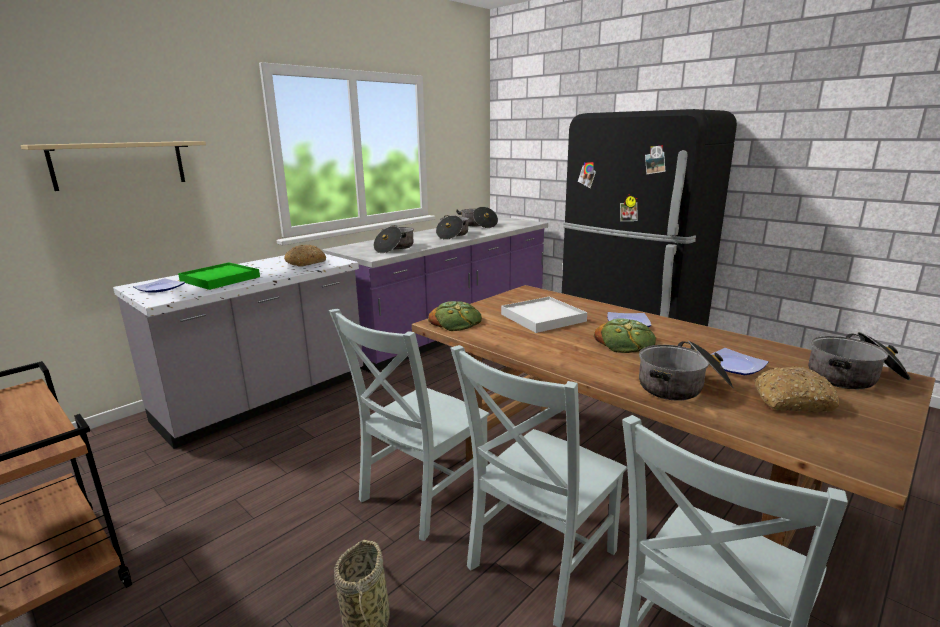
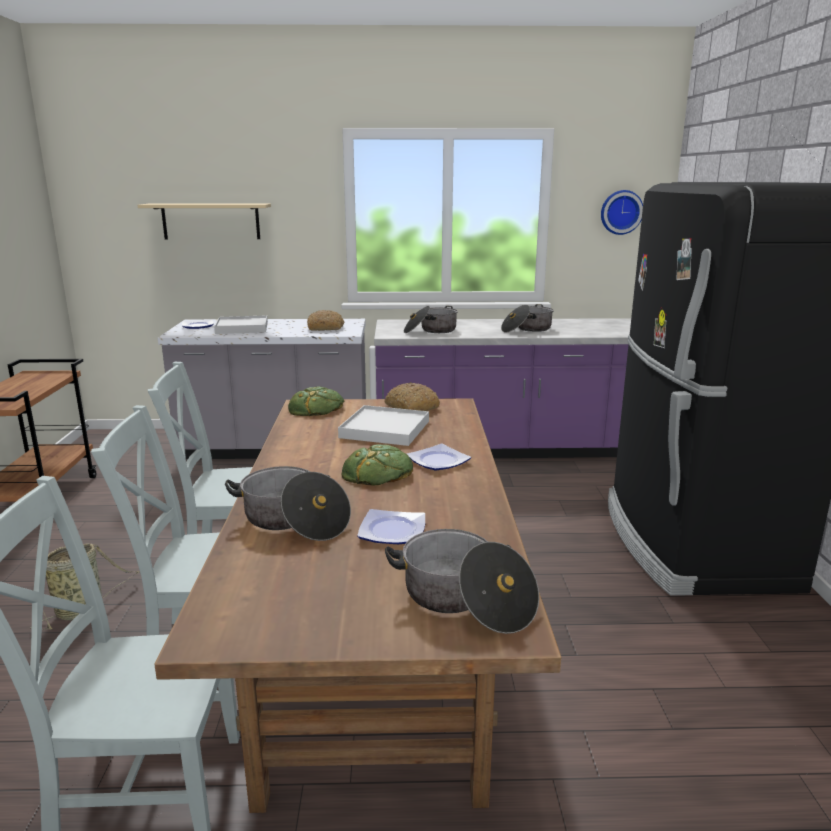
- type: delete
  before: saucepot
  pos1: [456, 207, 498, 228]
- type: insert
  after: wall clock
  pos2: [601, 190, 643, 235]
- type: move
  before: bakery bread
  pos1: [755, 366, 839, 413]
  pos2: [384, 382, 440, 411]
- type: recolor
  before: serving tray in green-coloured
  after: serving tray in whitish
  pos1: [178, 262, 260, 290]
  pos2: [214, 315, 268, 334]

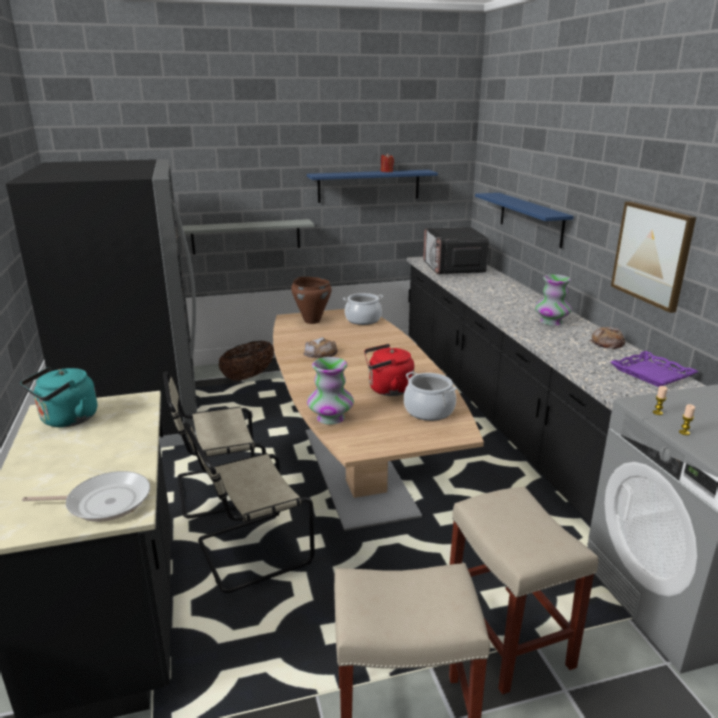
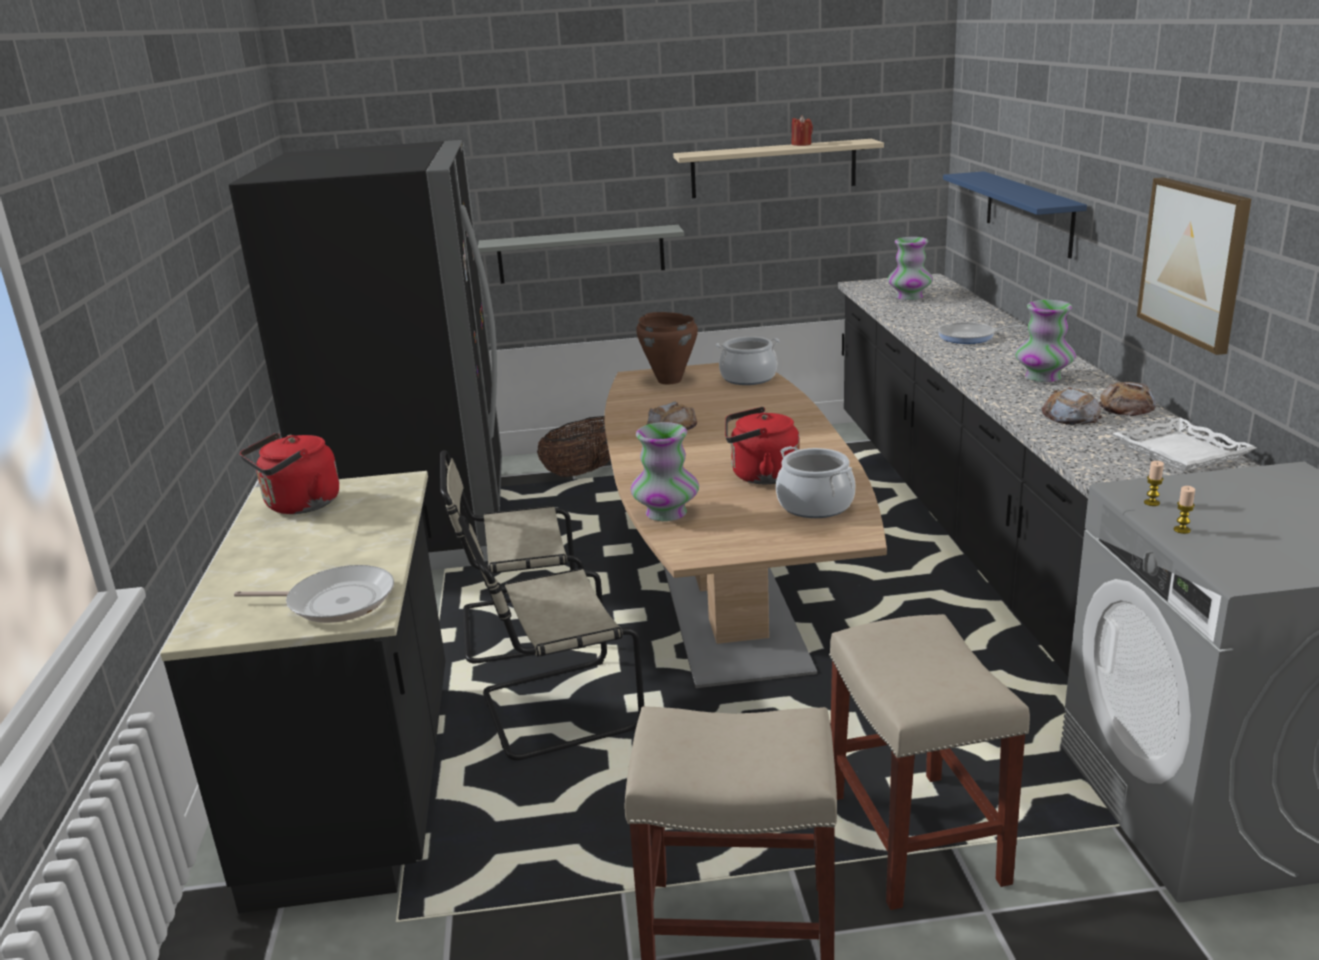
- type: insert
  after: frying pan
  pos2: [938, 322, 1024, 344]
- type: insert
  after: bakery bread
  pos2: [1042, 387, 1102, 425]
- type: replace
  before: kitchen microwave
  after: flower vase
  pos1: [423, 227, 489, 274]
  pos2: [887, 237, 933, 300]
- type: recolor
  before: water kettle in blue-green
  after: water kettle in red
  pos1: [21, 367, 97, 427]
  pos2: [240, 432, 339, 514]
- type: recolor
  before: bracket shelf in blue-coloured
  after: bracket shelf in beige-coloured
  pos1: [307, 170, 438, 203]
  pos2: [673, 139, 884, 198]
- type: recolor
  before: serving tray in purple-coloured
  after: serving tray in whitish
  pos1: [610, 351, 698, 387]
  pos2: [1113, 418, 1256, 472]

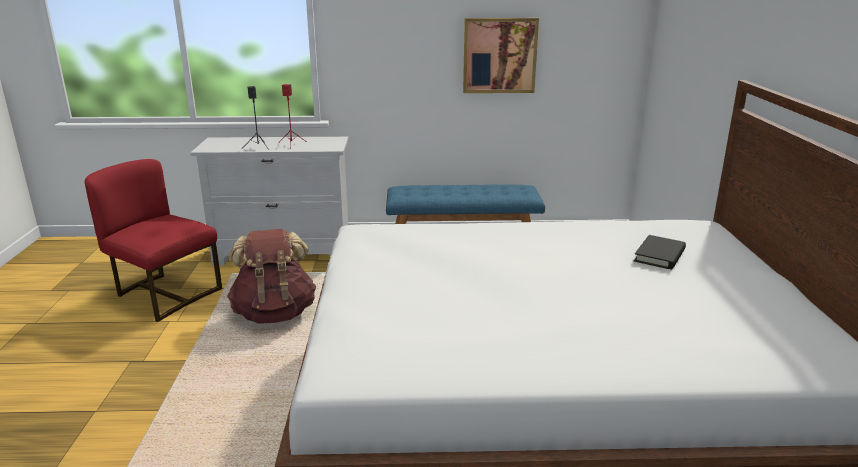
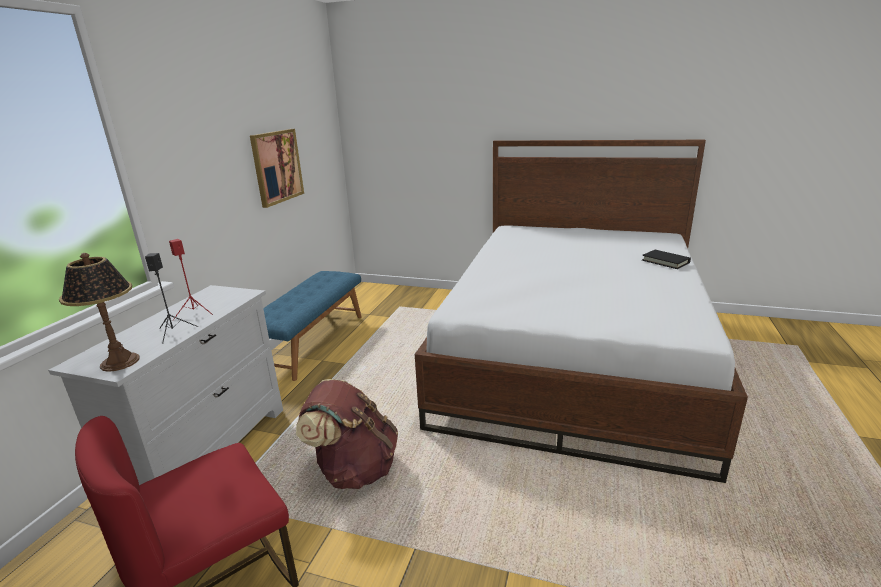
- type: insert
  after: lamp for a table
  pos2: [59, 253, 140, 372]
- type: move
  before: bound book in black-coloured
  pos1: [634, 235, 686, 270]
  pos2: [642, 250, 691, 269]

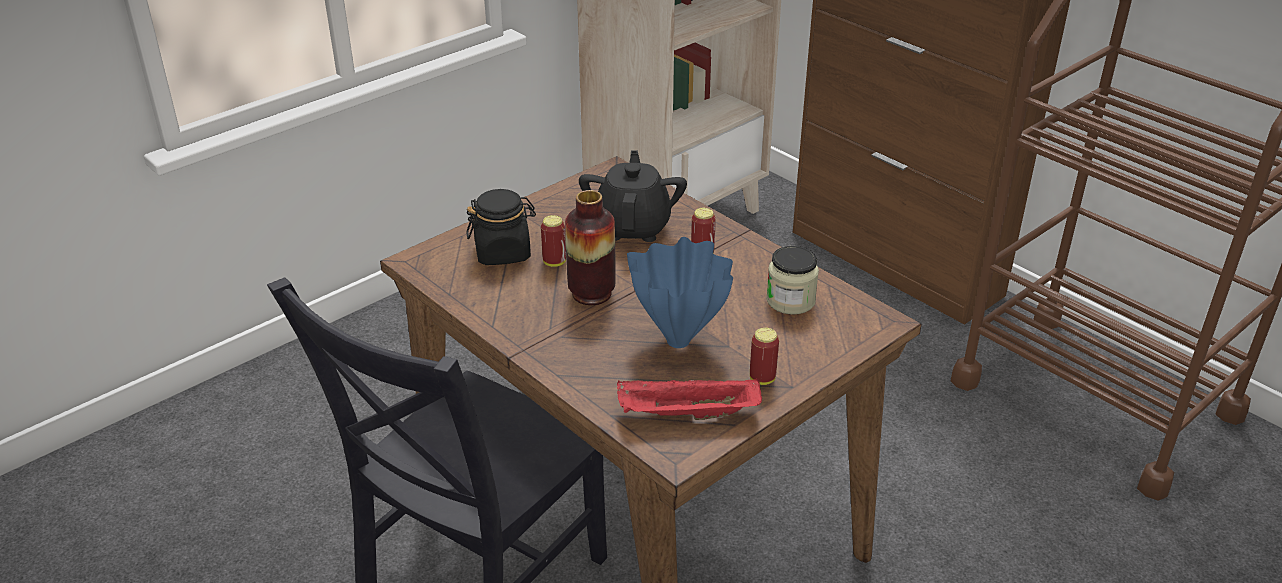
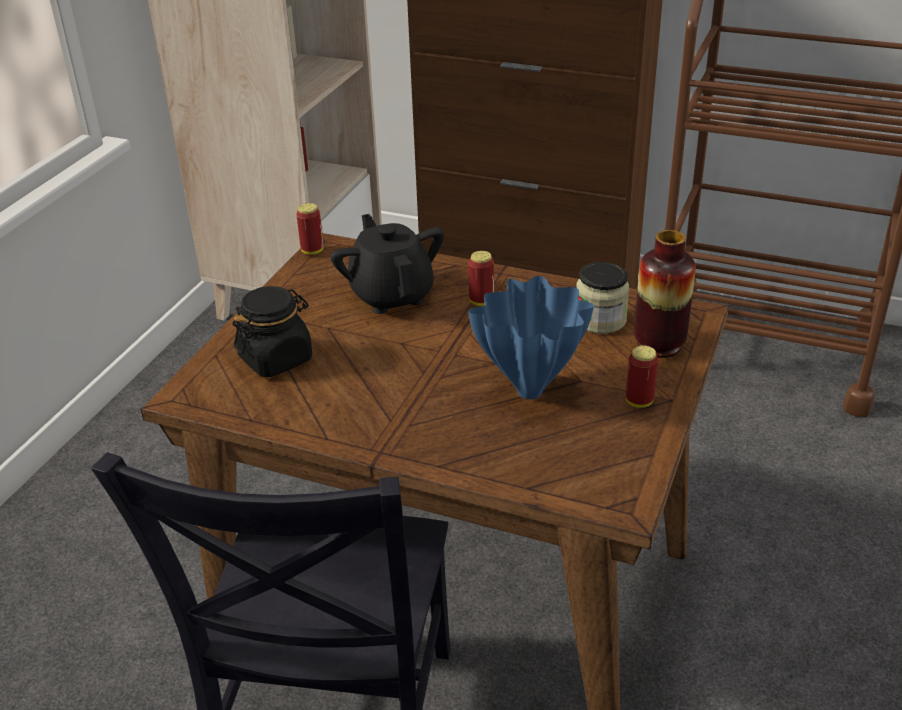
- type: delete
  before: serving tray in red
  pos1: [617, 378, 762, 420]
- type: move
  before: sealed can
  pos1: [541, 215, 566, 267]
  pos2: [296, 203, 323, 255]
- type: move
  before: flower vase
  pos1: [565, 190, 616, 305]
  pos2: [634, 230, 696, 358]

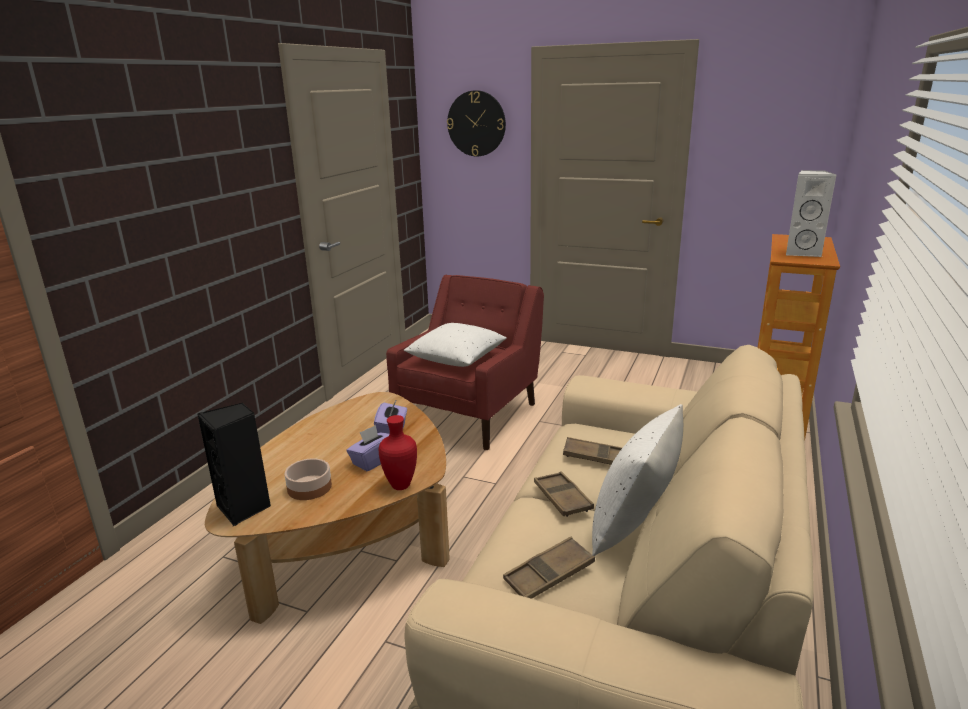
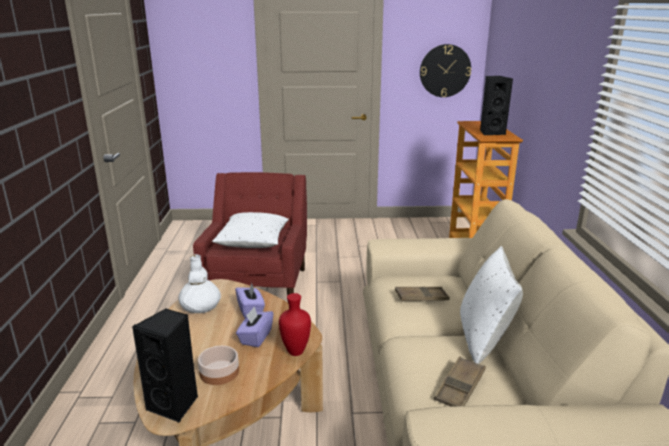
- type: delete
  before: serving tray in brown
  pos1: [534, 471, 594, 517]
- type: insert
  after: flower vase in whitish
  pos2: [178, 254, 221, 313]
- type: move
  before: wall clock
  pos1: [447, 90, 506, 157]
  pos2: [420, 44, 471, 97]
- type: recolor
  before: loudspeaker in whitish
  after: loudspeaker in black-coloured
  pos1: [786, 170, 836, 257]
  pos2: [480, 76, 513, 135]

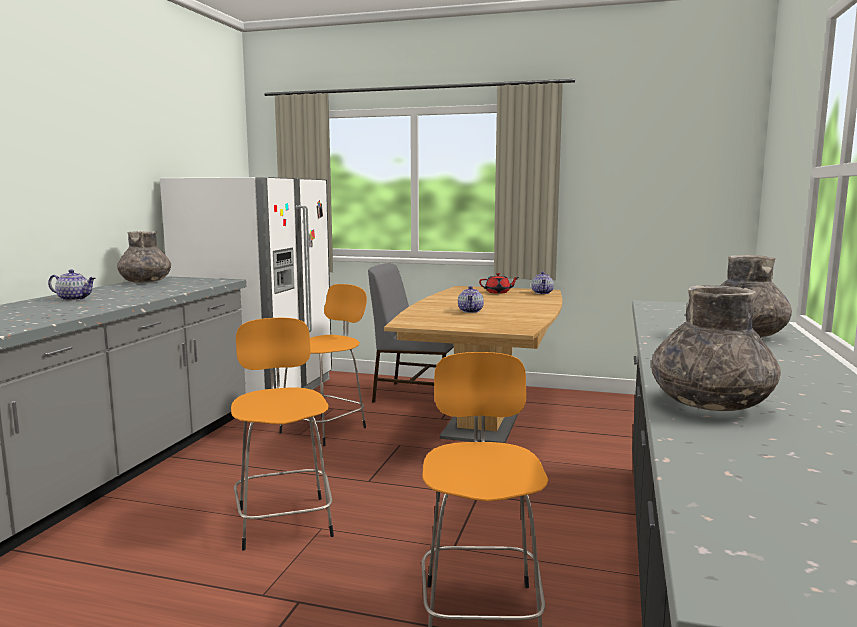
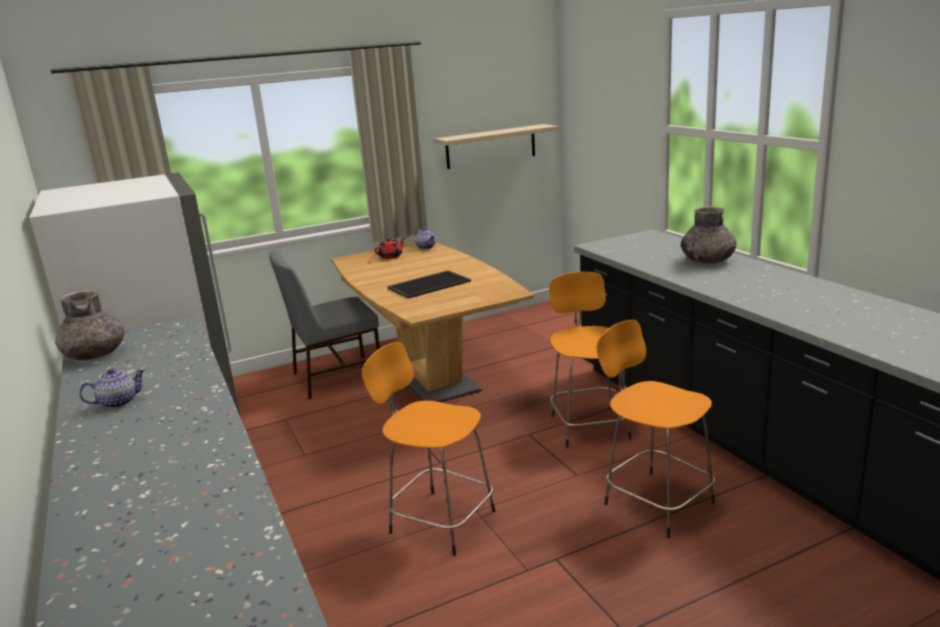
- type: delete
  before: flower vase in gray
  pos1: [651, 285, 781, 411]
- type: insert
  after: bracket shelf in beige-coloured
  pos2: [434, 124, 558, 169]
- type: move
  before: sitting stool in orange-coloured
  pos1: [279, 284, 367, 446]
  pos2: [549, 272, 631, 448]
- type: replace
  before: pot for tea
  after: serving tray
  pos1: [458, 286, 484, 313]
  pos2: [387, 270, 471, 299]

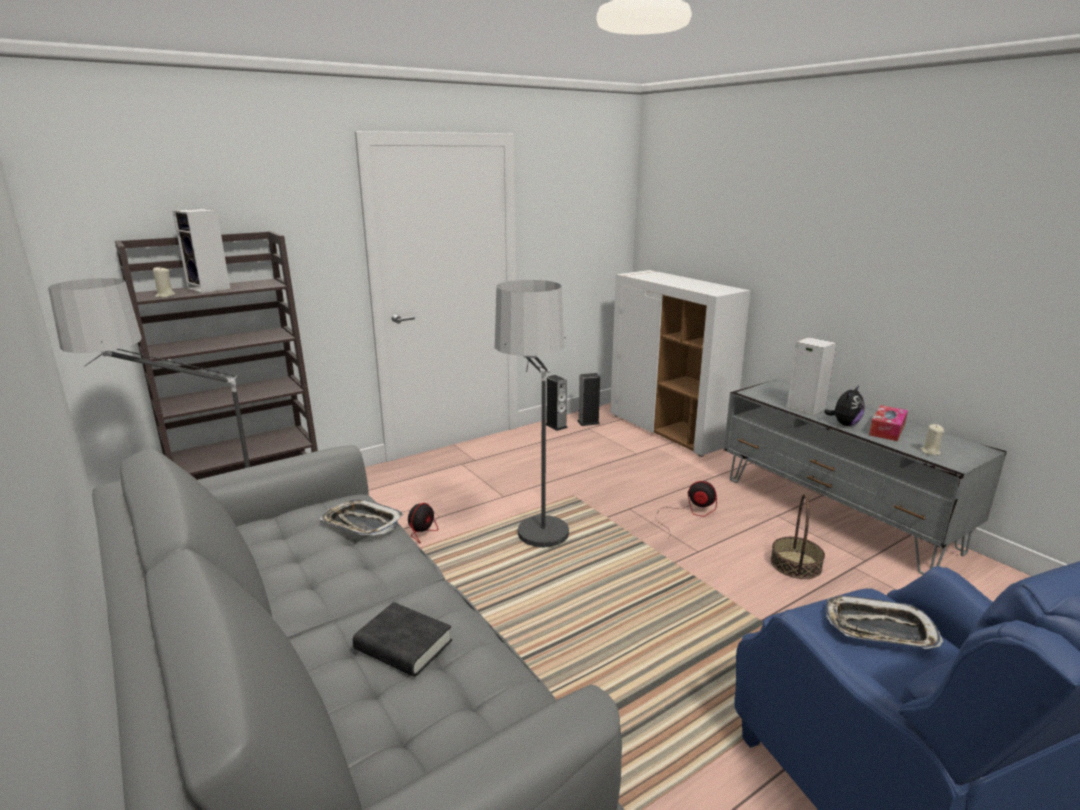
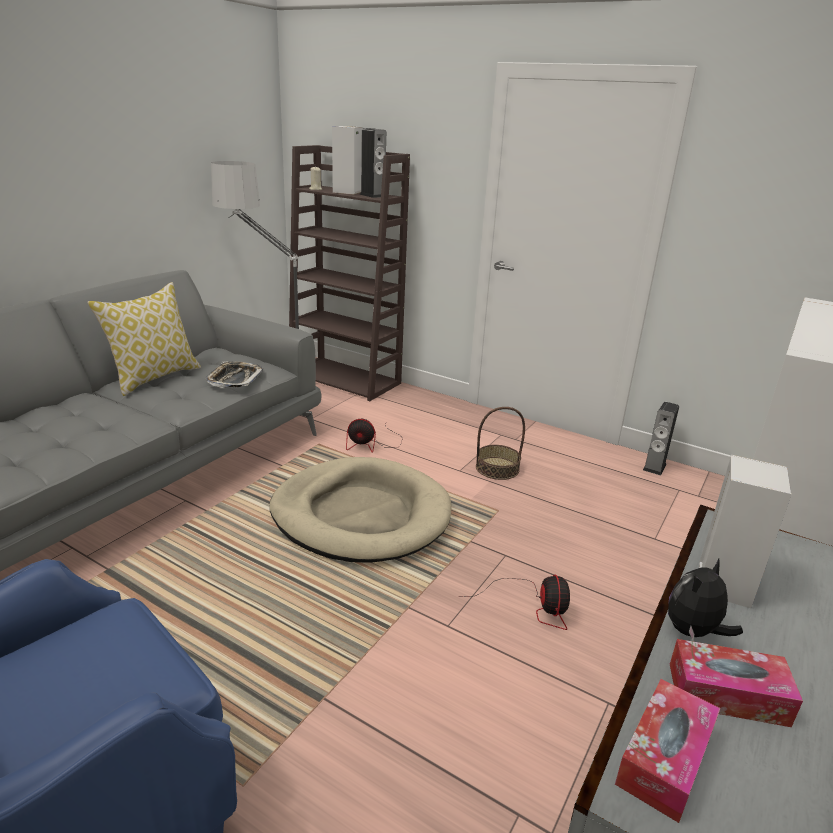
- type: delete
  before: bound book in black-coloured
  pos1: [353, 602, 452, 677]
- type: delete
  before: serving tray
  pos1: [826, 595, 943, 649]
- type: insert
  after: pillow
  pos2: [87, 282, 201, 396]
- type: move
  before: loudspeaker
  pos1: [577, 373, 600, 426]
  pos2: [359, 128, 386, 198]
- type: move
  before: basket
  pos1: [770, 494, 825, 579]
  pos2: [476, 407, 525, 480]
- type: replace
  before: standing lamp
  after: dog cushion in beige-coloured
  pos1: [495, 280, 569, 548]
  pos2: [270, 457, 452, 563]
- type: replace
  before: wax light in beige-coloured
  after: box of tissues
  pos1: [920, 424, 944, 456]
  pos2: [615, 679, 721, 823]
- type: rotate
  before: cuddly toy
  pos1: [824, 385, 865, 426]
  pos2: [668, 559, 743, 642]
  turn: 120

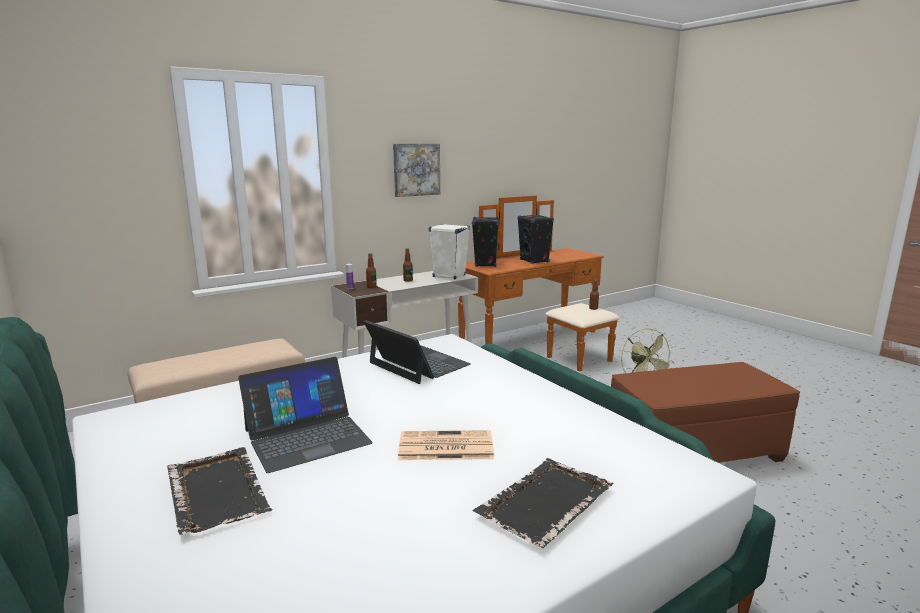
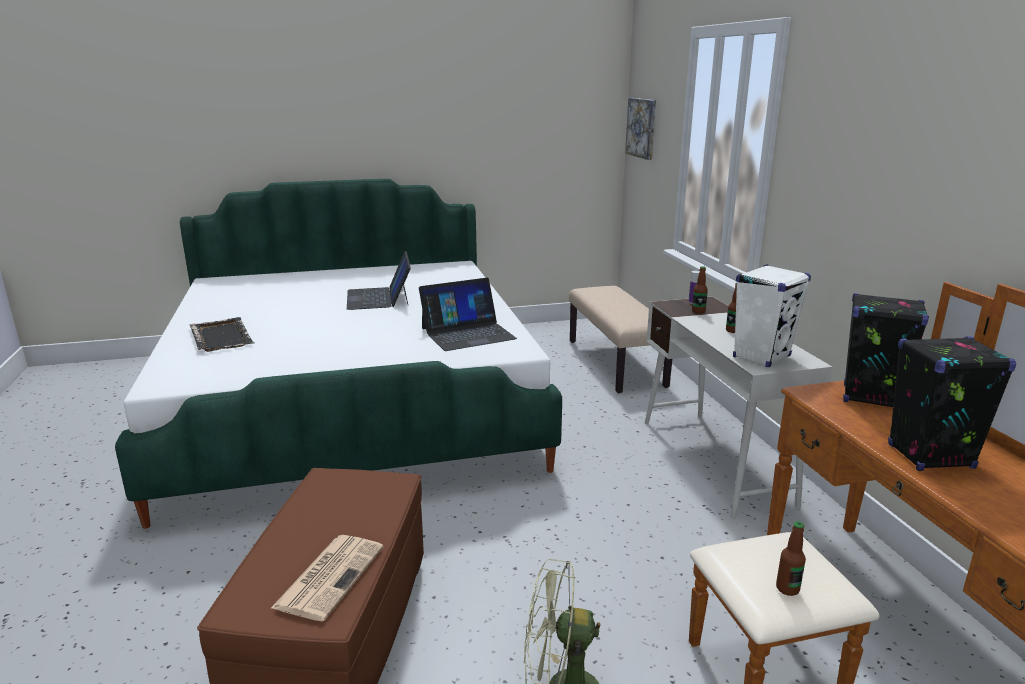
- type: delete
  before: serving tray in black-coloured
  pos1: [167, 447, 273, 535]
- type: move
  before: wall art
  pos1: [393, 144, 440, 197]
  pos2: [625, 98, 656, 160]
- type: move
  before: newspaper
  pos1: [398, 430, 494, 460]
  pos2: [271, 535, 384, 621]

